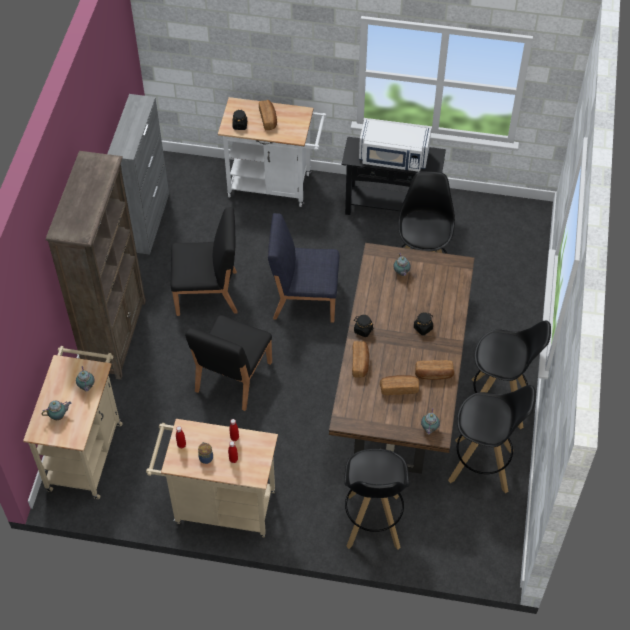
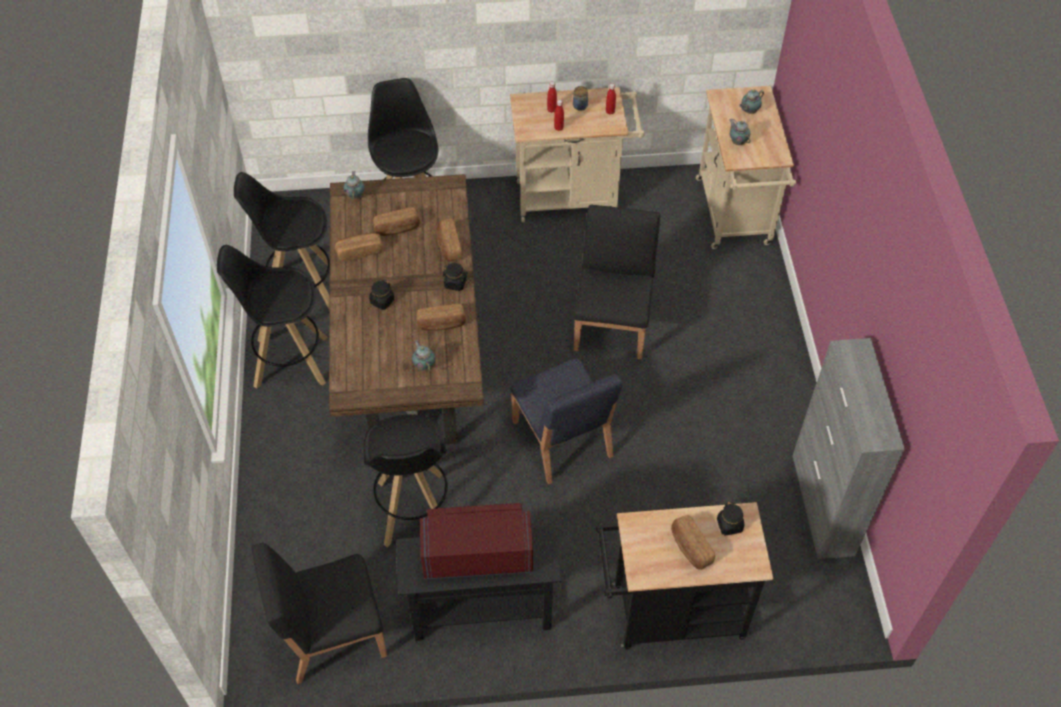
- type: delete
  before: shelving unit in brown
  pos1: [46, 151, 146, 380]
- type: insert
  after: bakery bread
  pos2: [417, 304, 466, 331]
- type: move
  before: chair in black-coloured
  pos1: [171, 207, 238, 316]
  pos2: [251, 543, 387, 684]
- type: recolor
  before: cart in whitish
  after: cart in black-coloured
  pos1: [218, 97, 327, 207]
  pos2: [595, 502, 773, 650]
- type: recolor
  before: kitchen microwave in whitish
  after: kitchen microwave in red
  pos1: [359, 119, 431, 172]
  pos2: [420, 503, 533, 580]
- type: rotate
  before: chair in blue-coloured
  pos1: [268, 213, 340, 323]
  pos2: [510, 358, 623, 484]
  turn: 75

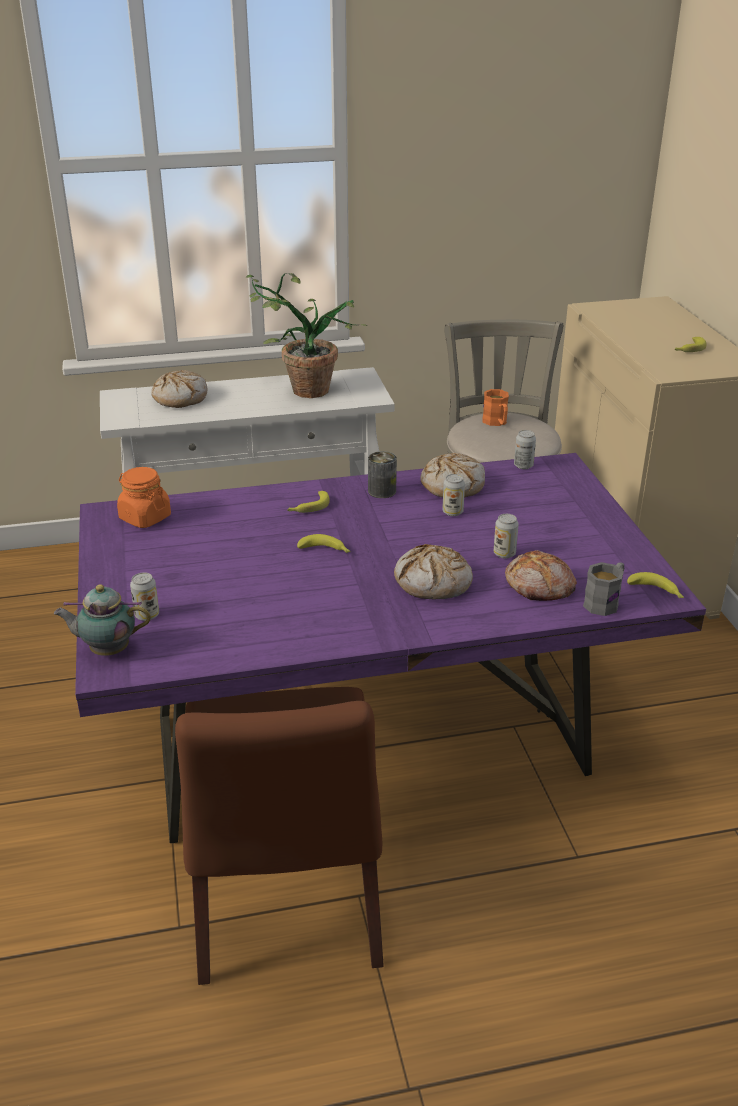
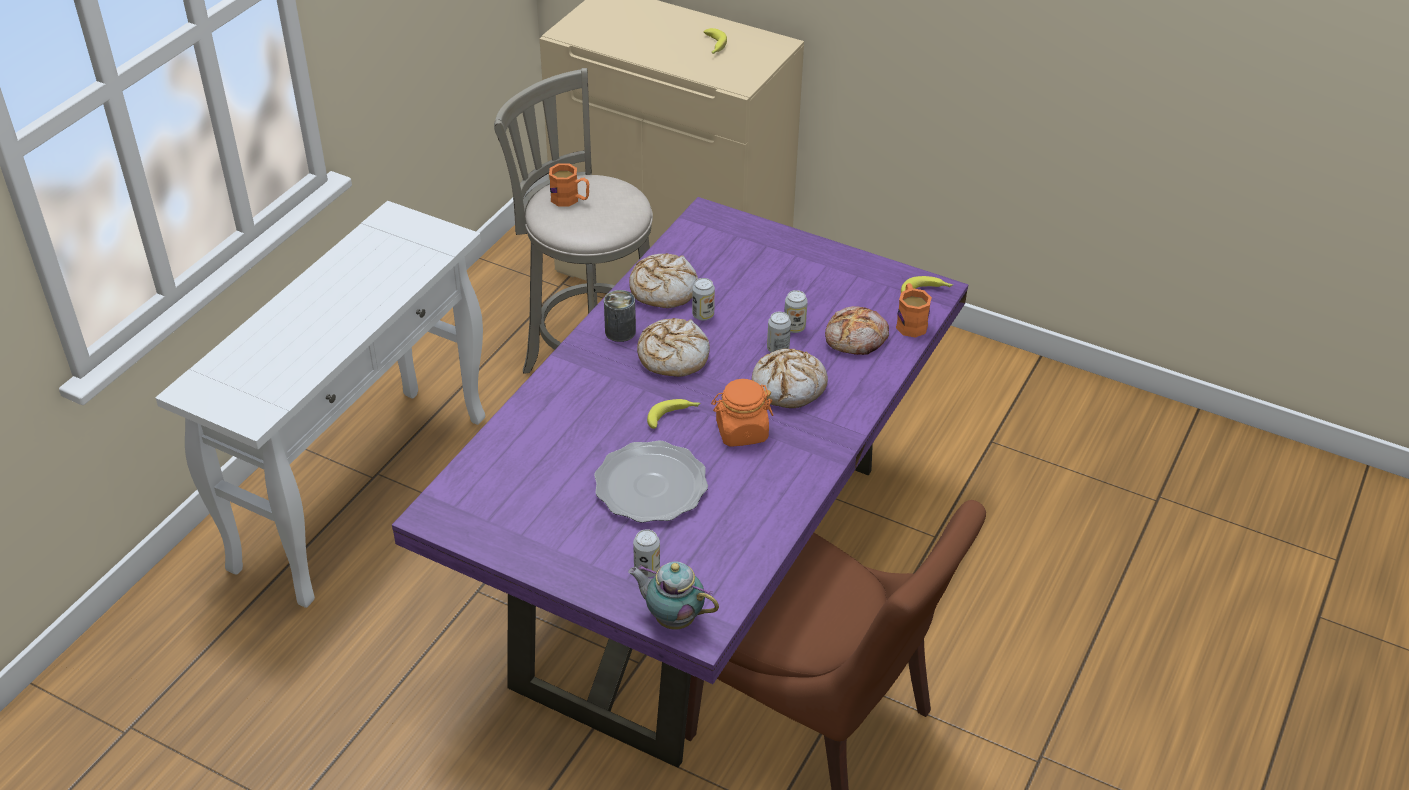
- type: delete
  before: potted plant
  pos1: [246, 273, 367, 398]
- type: delete
  before: whole banana
  pos1: [287, 491, 330, 513]
- type: insert
  after: dinner plate
  pos2: [594, 440, 708, 523]
- type: move
  before: storage jar in orange-coloured
  pos1: [117, 467, 171, 528]
  pos2: [711, 379, 773, 447]
- type: move
  before: bakery bread
  pos1: [151, 370, 208, 408]
  pos2: [637, 318, 710, 377]
- type: move
  before: sealed can
  pos1: [514, 430, 536, 469]
  pos2: [767, 312, 791, 352]
- type: recolor
  before: tea mug in gray
  after: tea mug in orange-coloured
  pos1: [583, 562, 624, 616]
  pos2: [896, 283, 932, 338]
- type: rotate
  before: pot for tea
  pos1: [54, 584, 151, 656]
  pos2: [628, 562, 719, 630]
  turn: 75

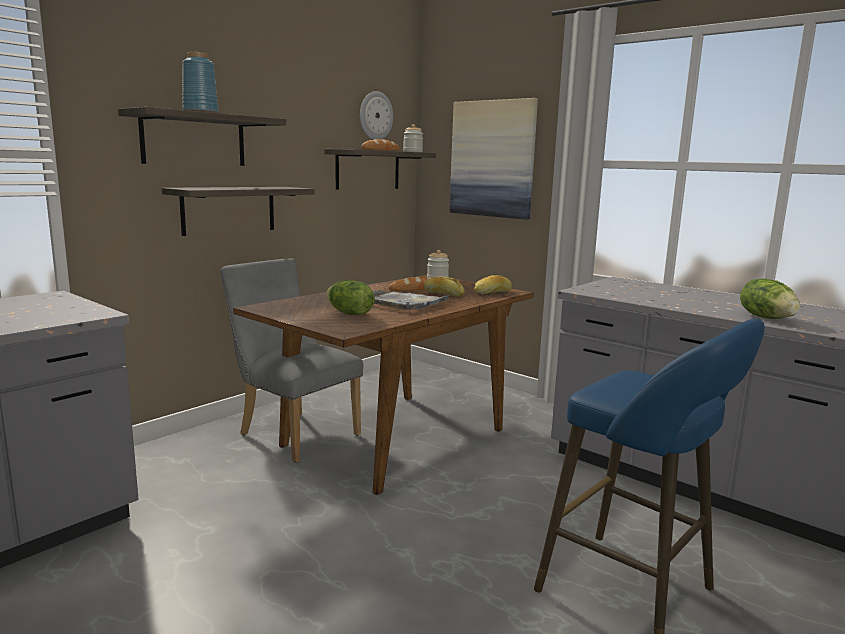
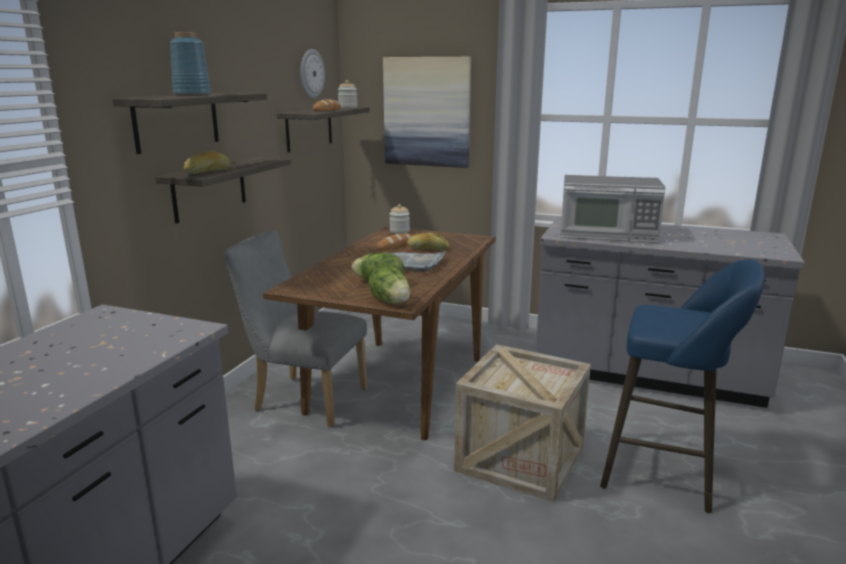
- type: insert
  after: shipping crate
  pos2: [454, 344, 591, 503]
- type: insert
  after: kitchen microwave
  pos2: [560, 175, 665, 243]
- type: move
  before: bakery bread
  pos1: [474, 275, 512, 294]
  pos2: [183, 151, 231, 174]
- type: move
  before: head of lettuce
  pos1: [740, 279, 800, 319]
  pos2: [369, 267, 410, 304]

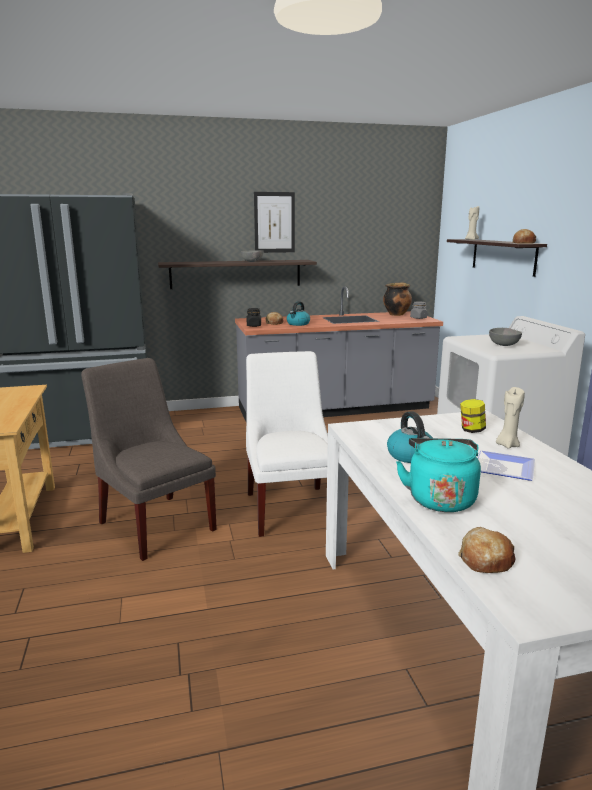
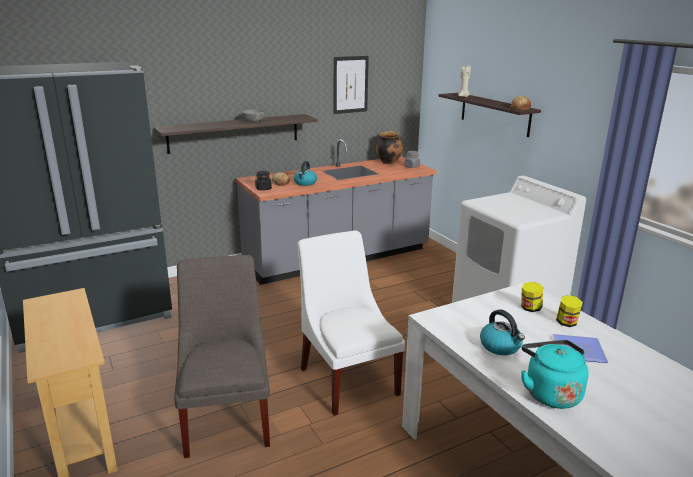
- type: delete
  before: bakery bread
  pos1: [458, 527, 515, 573]
- type: delete
  before: serving bowl in gray
  pos1: [489, 328, 522, 346]
- type: move
  before: wall art
  pos1: [254, 192, 295, 253]
  pos2: [334, 56, 369, 114]
- type: replace
  before: wax light in beige-coloured
  after: storage jar
  pos1: [496, 387, 525, 449]
  pos2: [556, 295, 583, 327]
- type: rotate
  before: chair in gray
  pos1: [81, 358, 217, 561]
  pos2: [174, 255, 270, 458]
  turn: 45

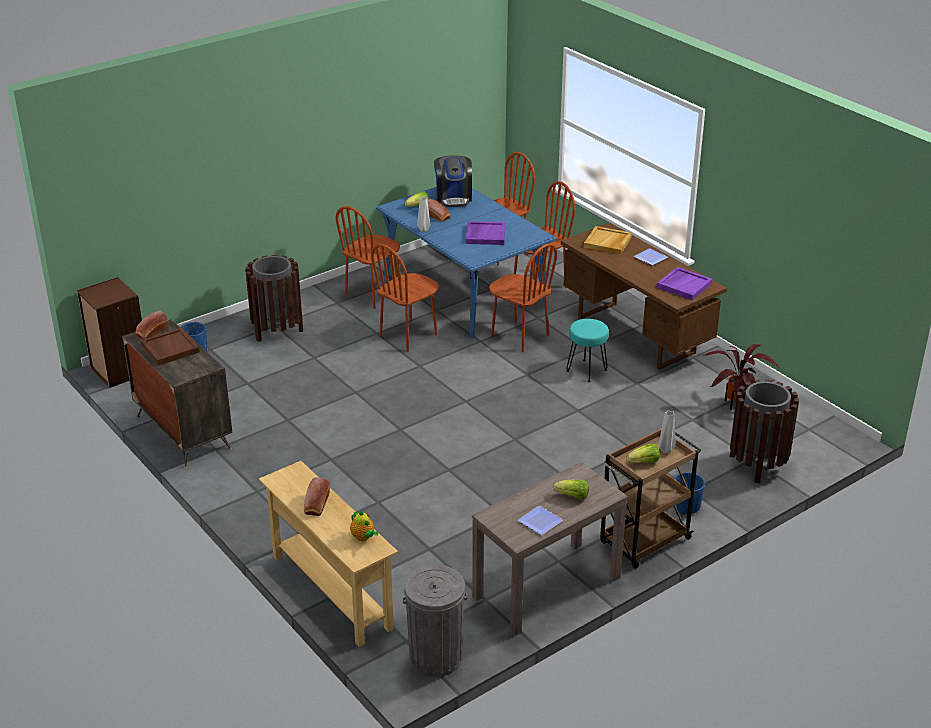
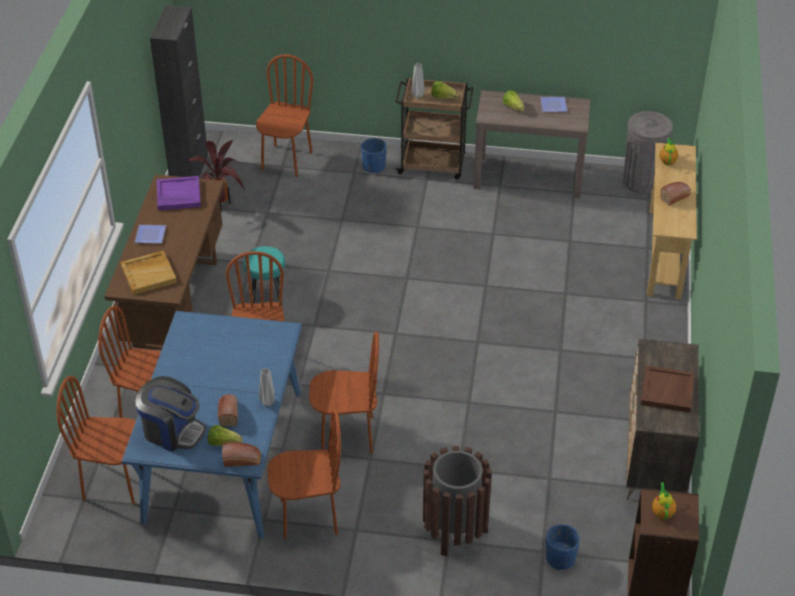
- type: delete
  before: serving tray in purple-coloured
  pos1: [466, 221, 505, 245]
- type: insert
  after: cupboard in black-coloured
  pos2: [150, 5, 208, 177]
- type: insert
  after: pot for tea
  pos2: [652, 482, 676, 520]
- type: move
  before: bakery bread
  pos1: [136, 311, 168, 339]
  pos2: [222, 442, 261, 467]
- type: replace
  before: rubbish bin in brown
  after: chair in brown
  pos1: [730, 379, 799, 483]
  pos2: [256, 54, 313, 177]
- type: rotate
  before: coffee maker
  pos1: [434, 155, 472, 207]
  pos2: [136, 376, 206, 452]
  turn: 75

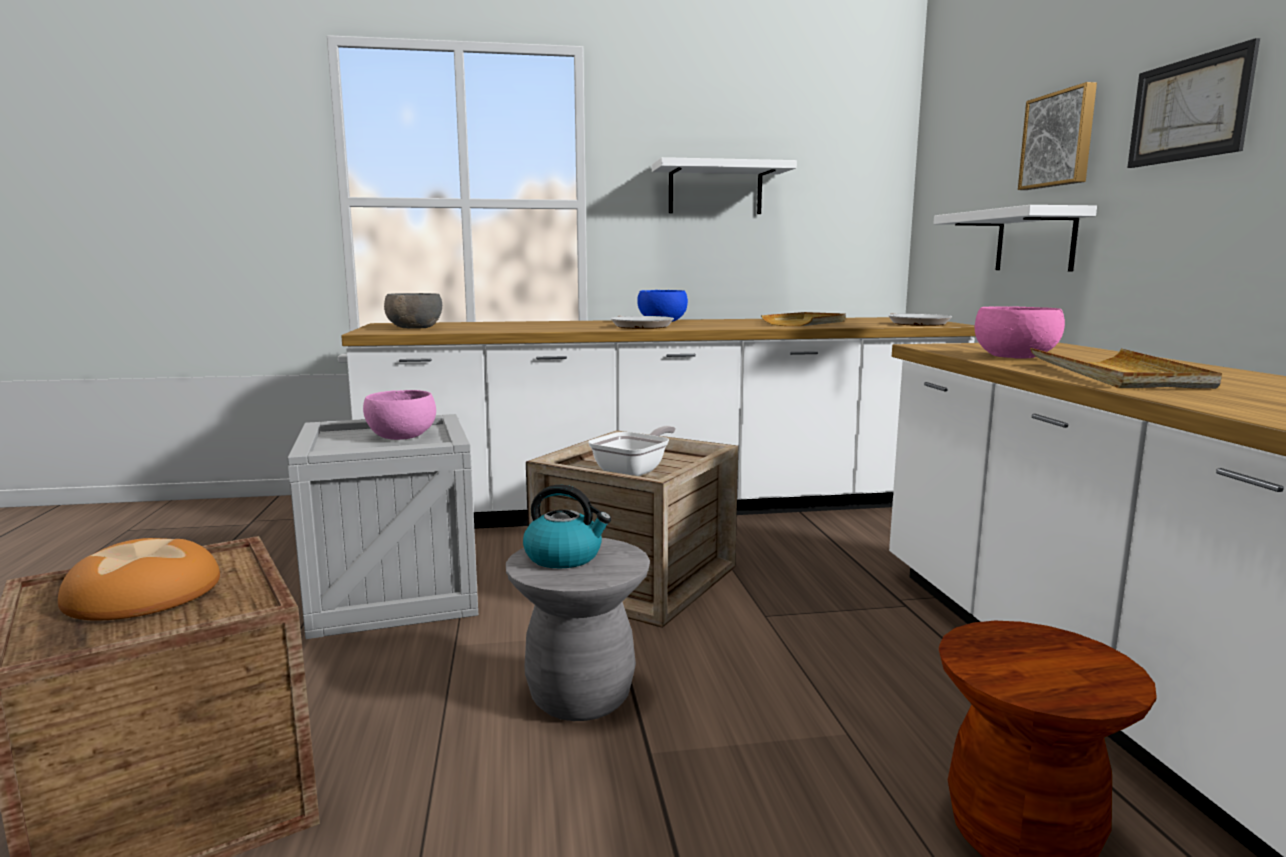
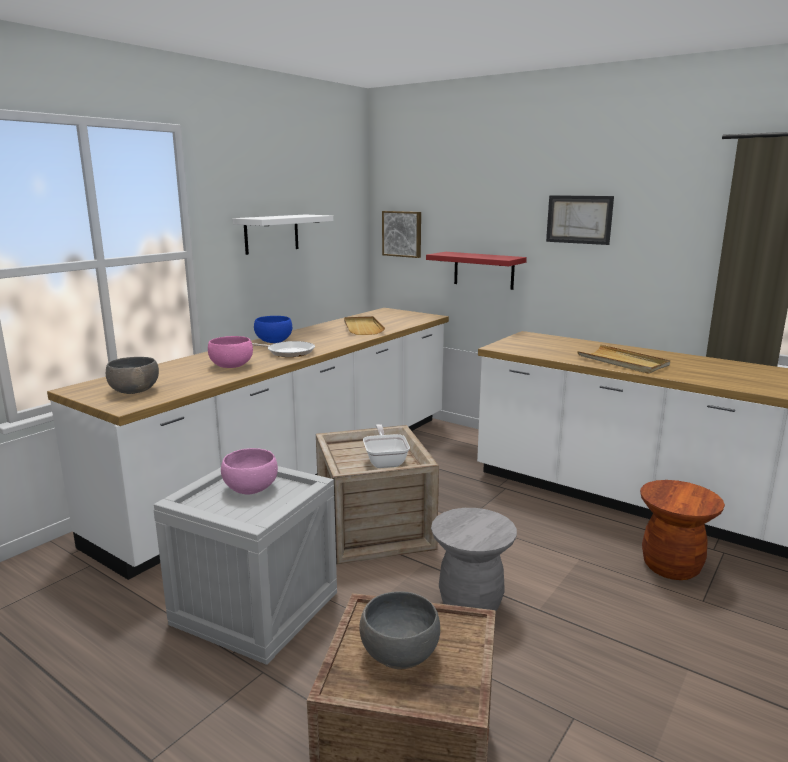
- type: delete
  before: water kettle
  pos1: [523, 485, 611, 569]
- type: delete
  before: frying pan
  pos1: [888, 313, 952, 326]
- type: move
  before: serving bowl in pink-coloured
  pos1: [975, 306, 1065, 359]
  pos2: [208, 336, 253, 368]
- type: move
  before: wall art
  pos1: [1018, 82, 1097, 190]
  pos2: [382, 211, 421, 258]
- type: replace
  before: bakery bread
  after: serving bowl in gray
  pos1: [58, 538, 220, 620]
  pos2: [359, 591, 440, 669]
- type: recolor
  before: bracket shelf in whitish
  after: bracket shelf in red
  pos1: [933, 205, 1097, 271]
  pos2: [426, 252, 527, 290]

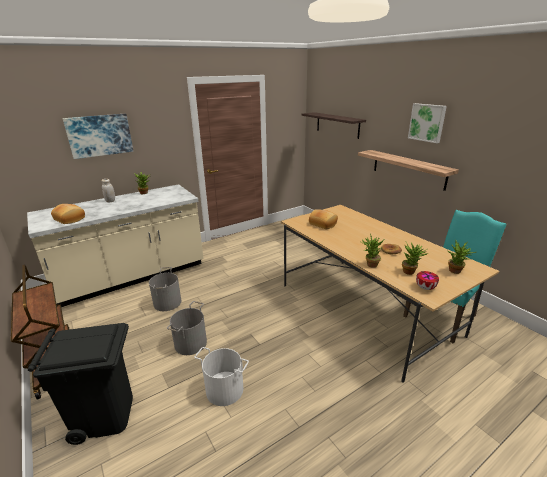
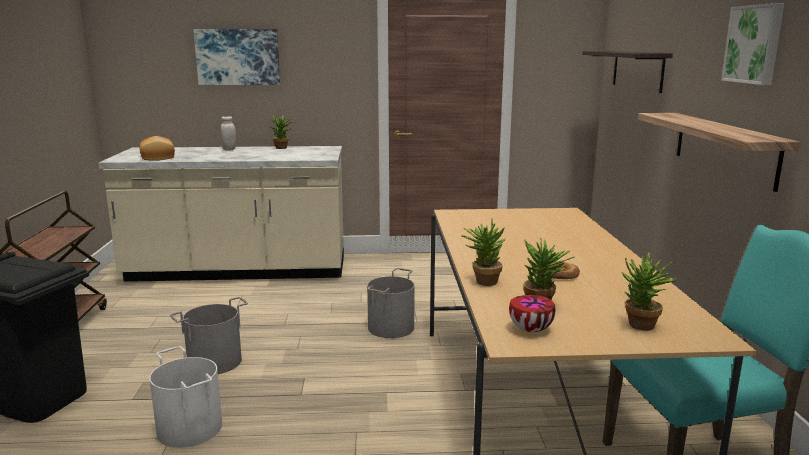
- type: delete
  before: bakery bread
  pos1: [309, 209, 338, 229]
- type: move
  before: water bucket in gray
  pos1: [149, 267, 182, 311]
  pos2: [367, 268, 415, 338]

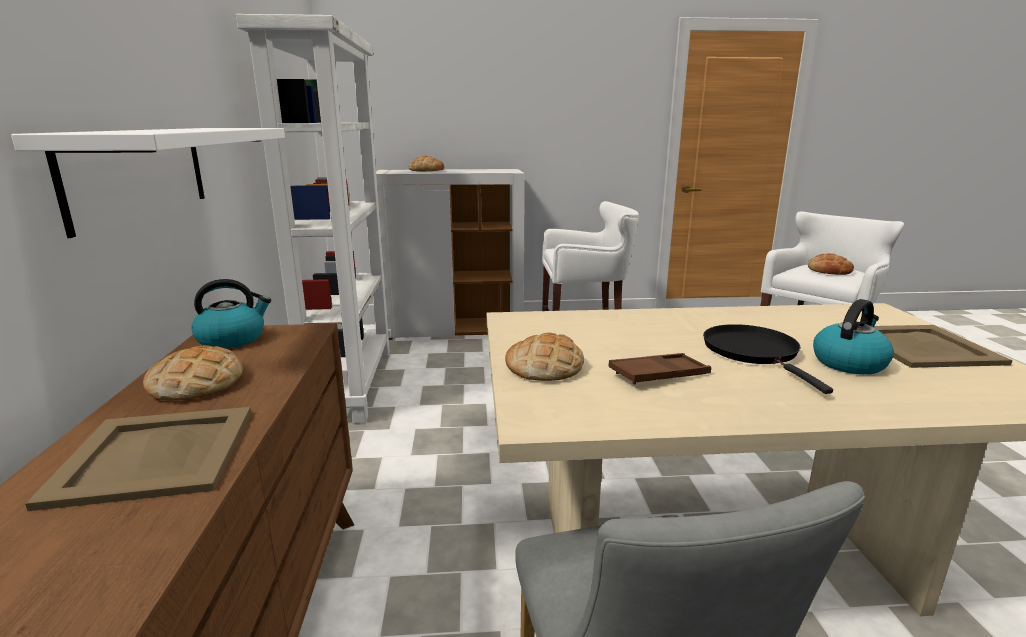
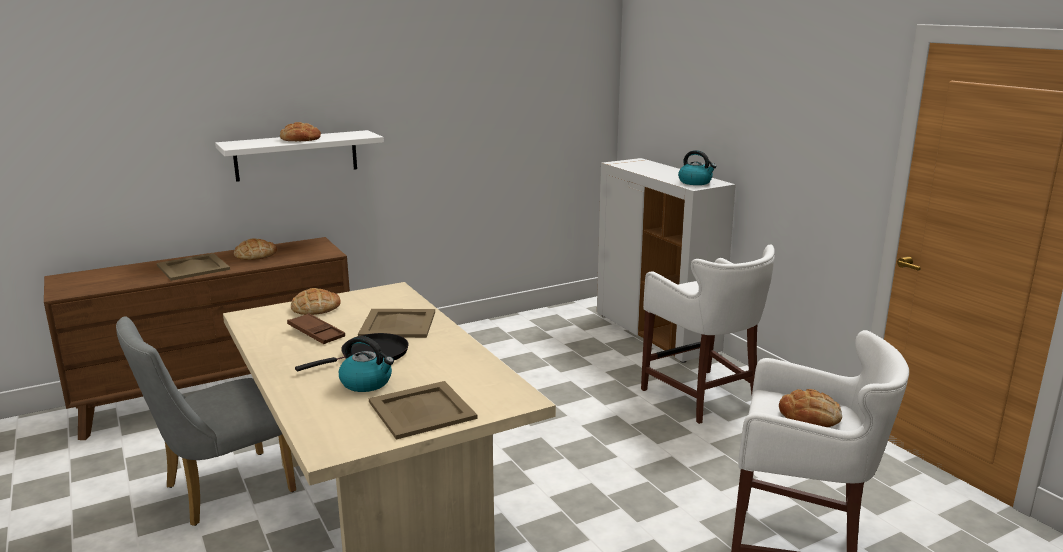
- type: delete
  before: shelving unit in whitish
  pos1: [236, 14, 391, 424]
- type: insert
  after: serving tray in beige-coloured
  pos2: [358, 309, 435, 338]
- type: move
  before: water kettle
  pos1: [191, 279, 271, 349]
  pos2: [678, 150, 717, 185]
- type: move
  before: bakery bread
  pos1: [409, 155, 444, 171]
  pos2: [280, 122, 321, 141]

